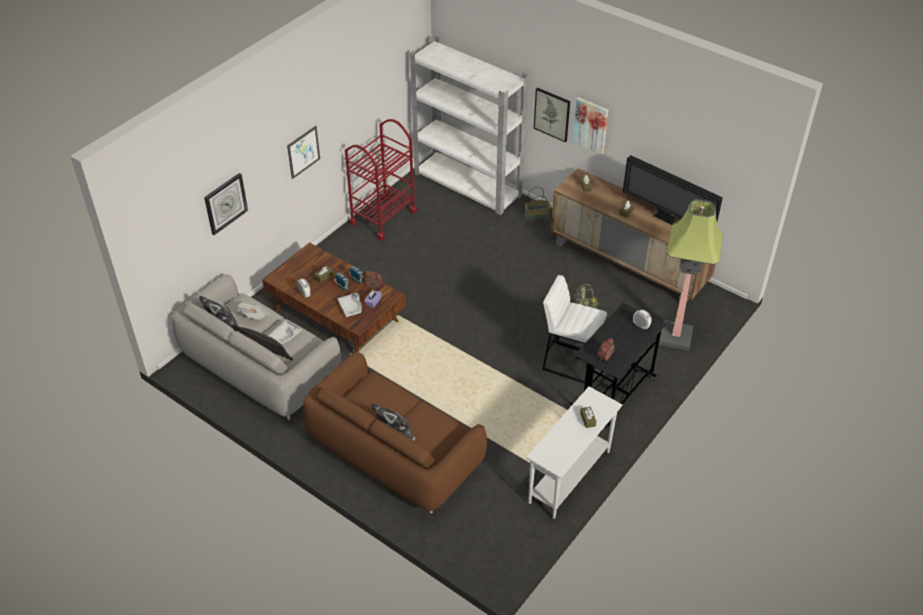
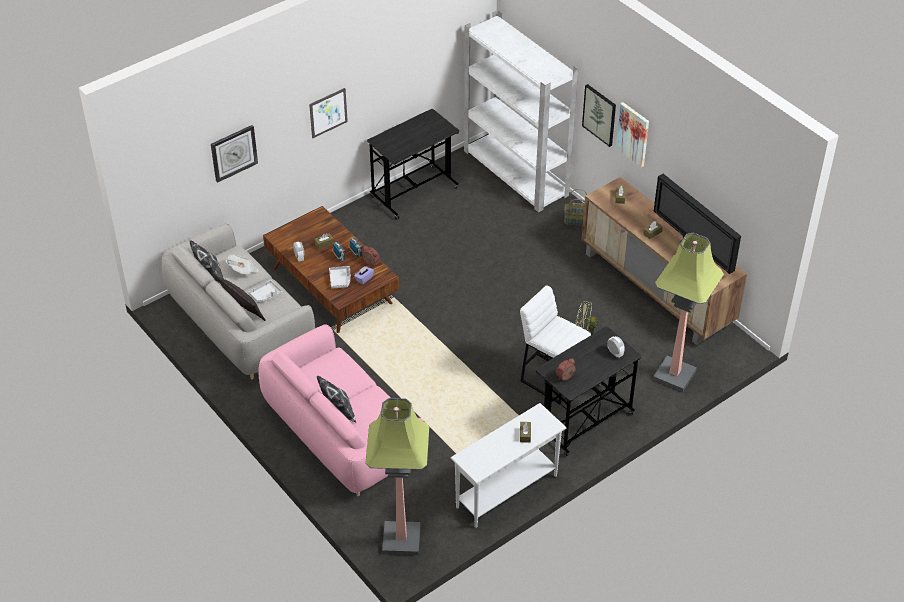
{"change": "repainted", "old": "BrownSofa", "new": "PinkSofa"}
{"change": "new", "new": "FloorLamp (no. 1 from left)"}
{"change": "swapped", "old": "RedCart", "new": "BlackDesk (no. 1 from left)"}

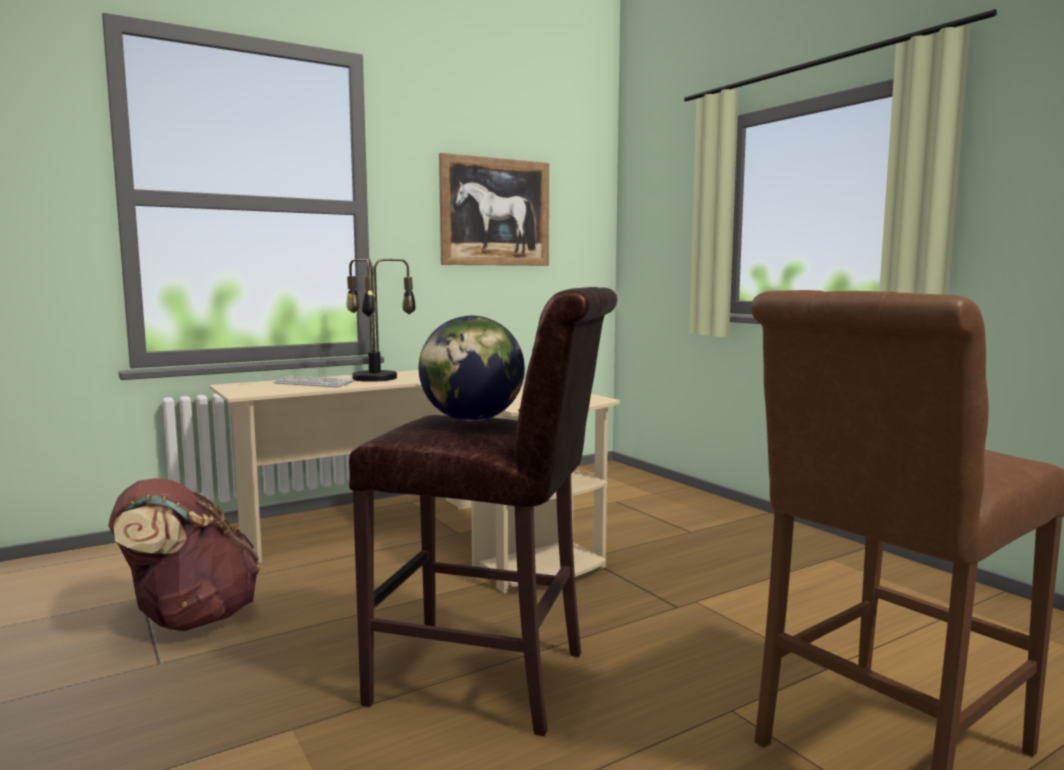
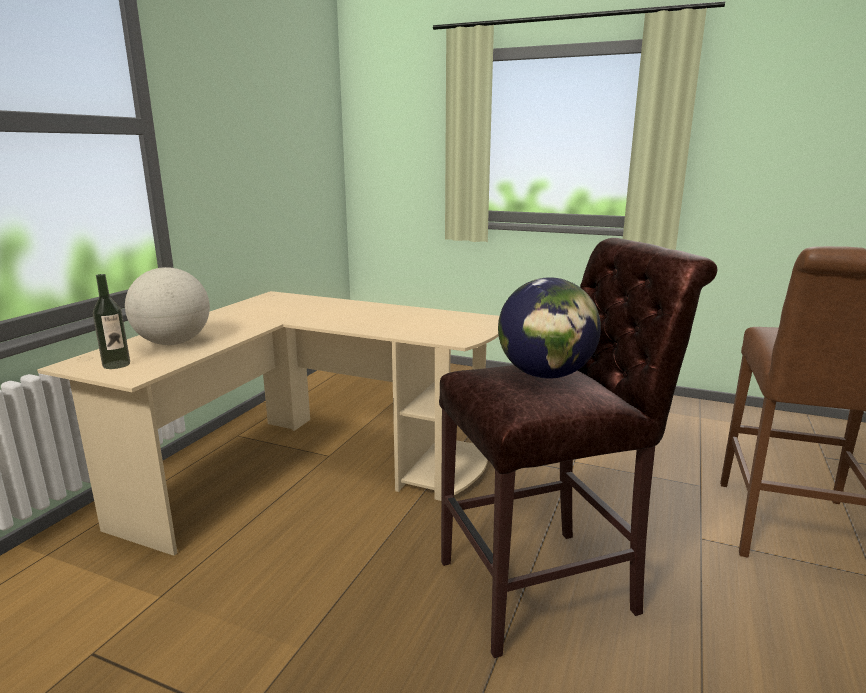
{"change": "new", "new": "Bottle"}
{"change": "swapped", "old": "Keyboard", "new": "Globe (no. 1 from left)"}
{"change": "gone", "old": "BrownBackpack"}
{"change": "gone", "old": "TableLamp"}
{"change": "gone", "old": "Picture"}

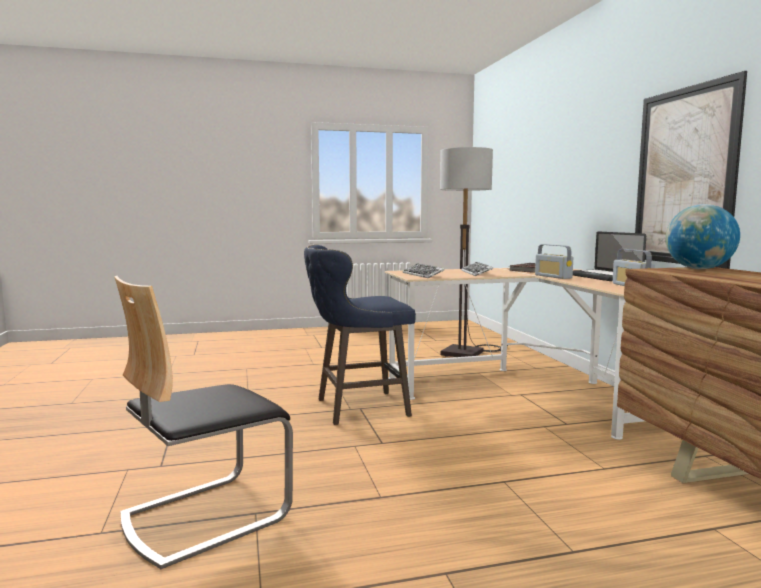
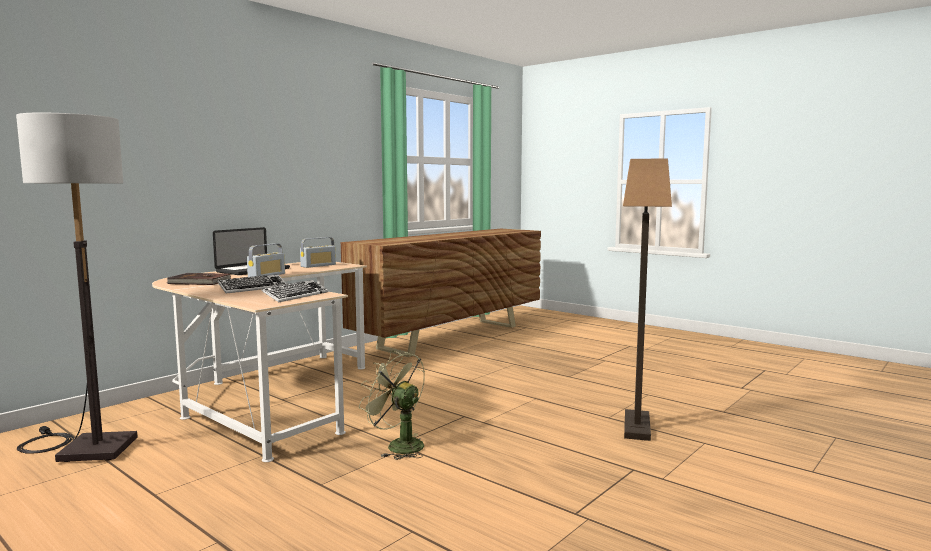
{"change": "swapped", "old": "BlueStool", "new": "GreenFan"}
{"change": "swapped", "old": "Chair", "new": "FloorLamp (no. 2 from left)"}
{"change": "gone", "old": "Picture"}
{"change": "gone", "old": "Globe"}

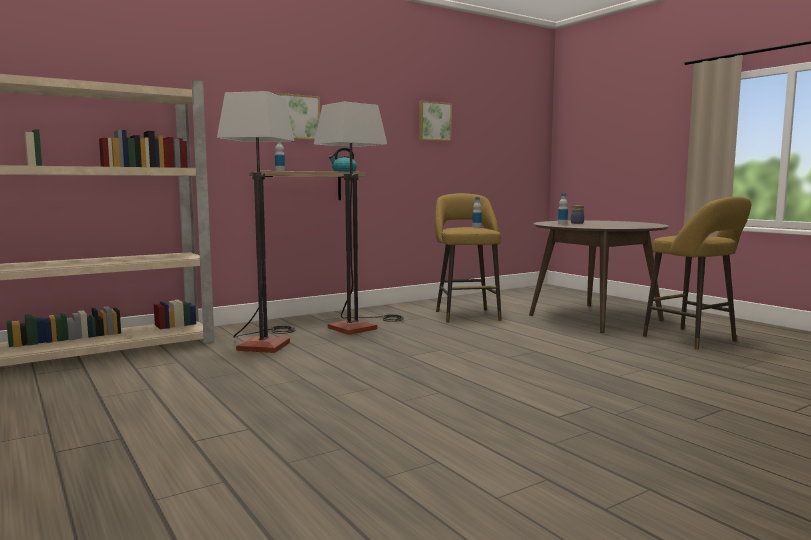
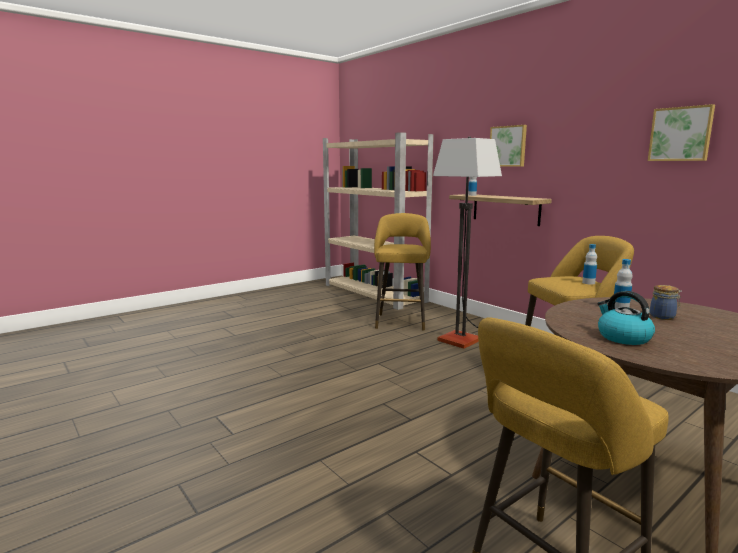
{"change": "swapped", "old": "FloorLamp (no. 1 from left)", "new": "YellowStool (no. 1 from left)"}
{"change": "shifted", "old": "Kettle"}

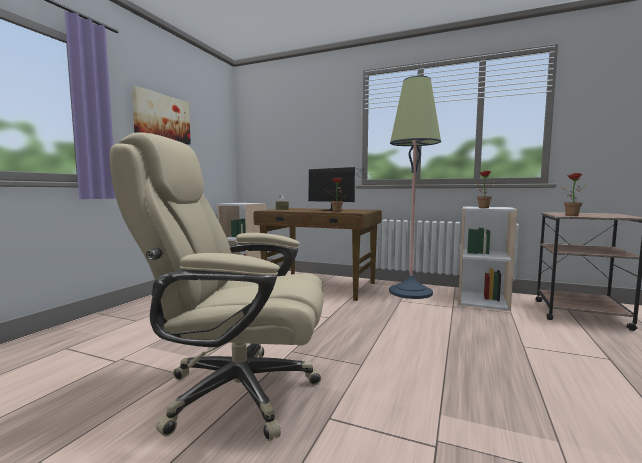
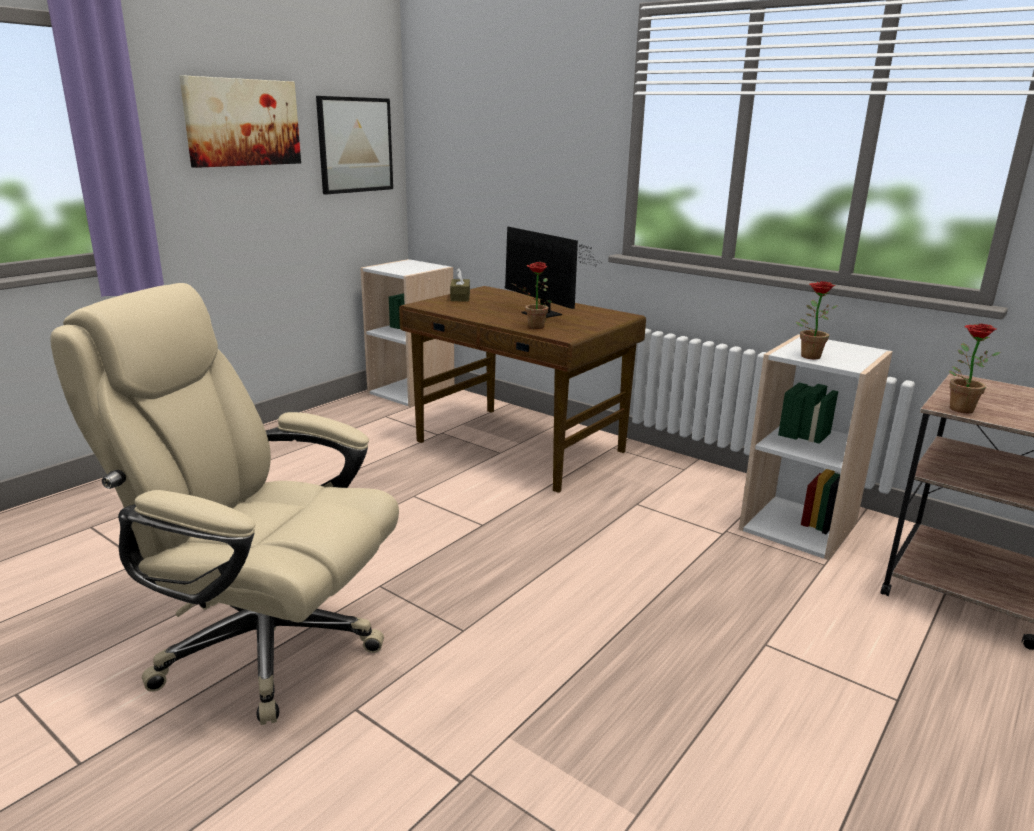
{"change": "new", "new": "Picture (no. 2 from left)"}
{"change": "gone", "old": "FloorLamp"}

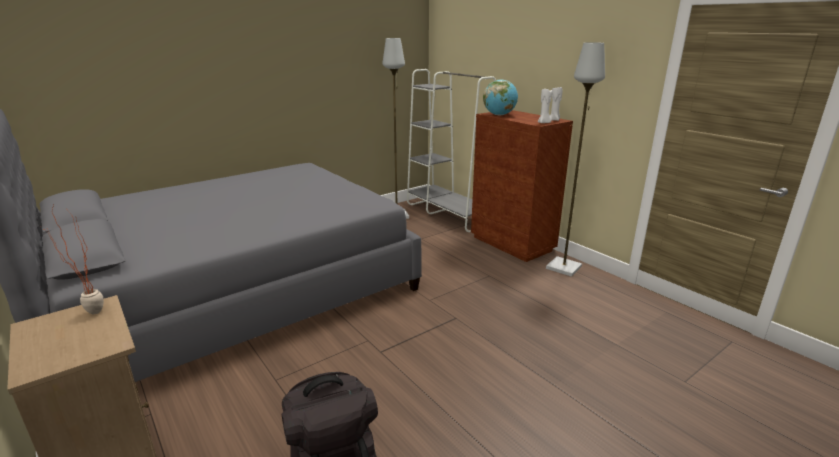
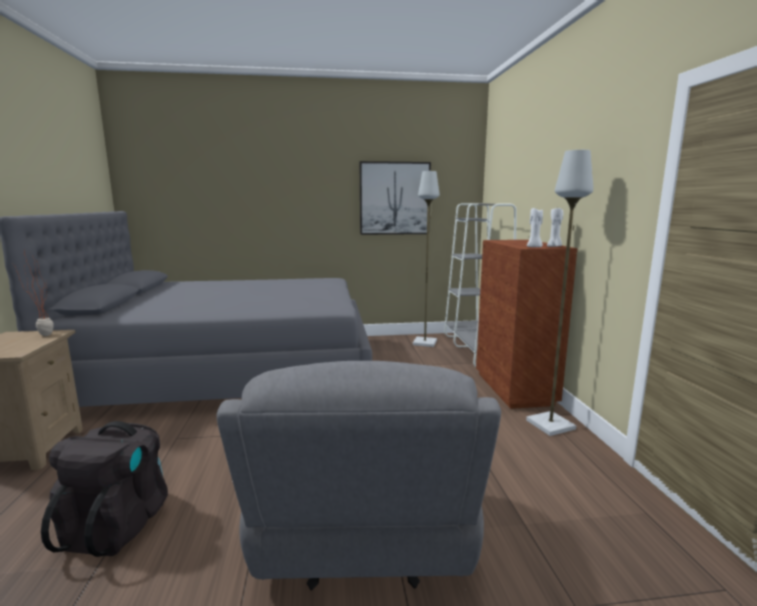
{"change": "new", "new": "GreyArmchair"}
{"change": "new", "new": "Picture"}
{"change": "gone", "old": "Globe"}

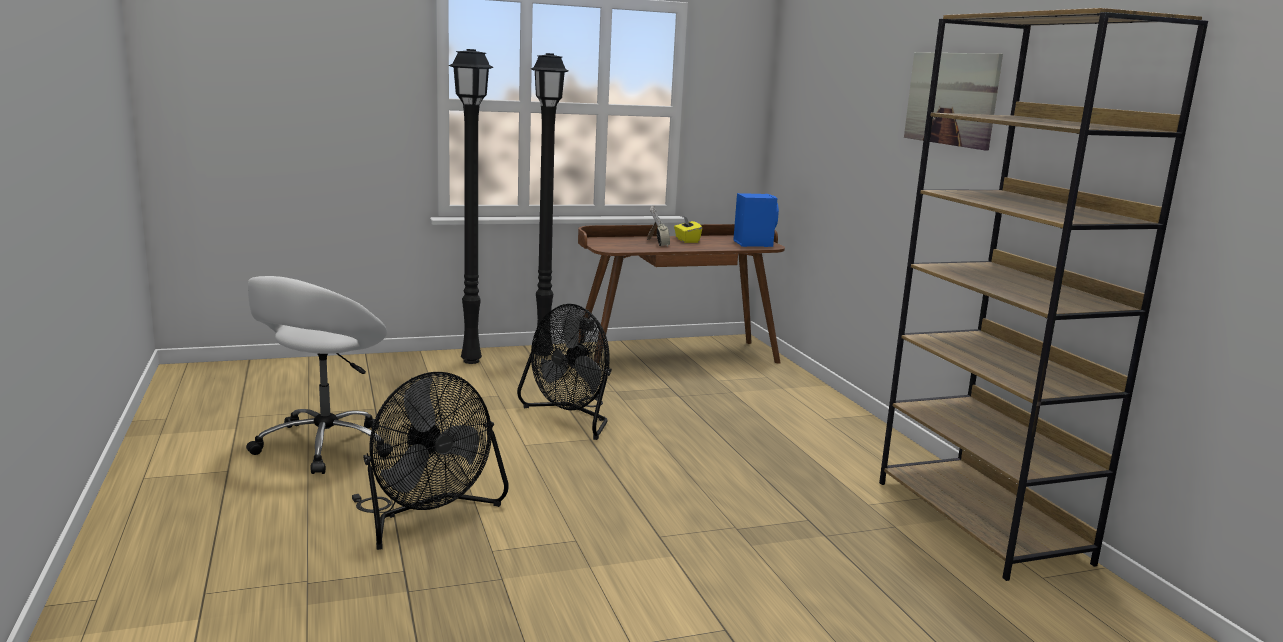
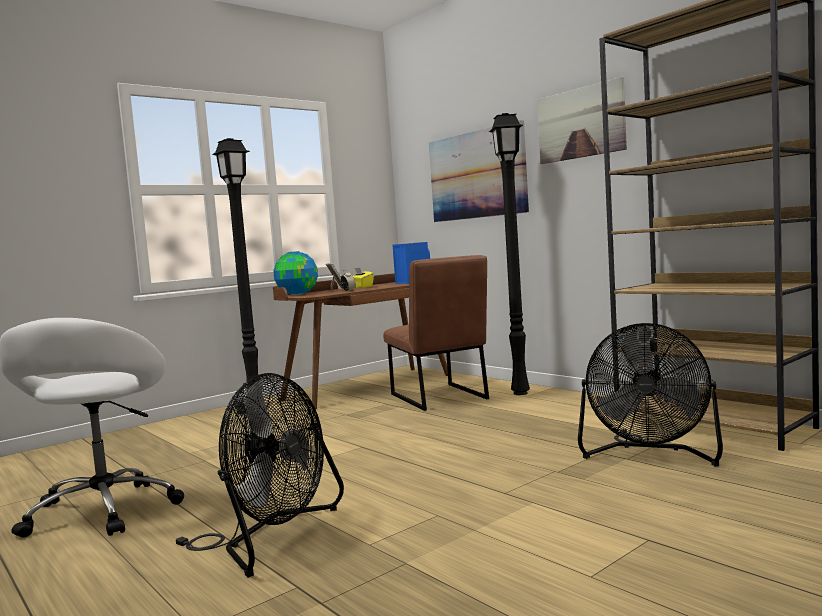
{"change": "new", "new": "Globe"}
{"change": "new", "new": "BrownChair"}
{"change": "new", "new": "Picture (no. 1 from left)"}
{"change": "shifted", "old": "BlackFloorLamp (no. 1 from left in the first image)", "new": "BlackFloorLamp (no. 2 from left)"}
{"change": "shifted", "old": "BlackFan (no. 2 from left)"}

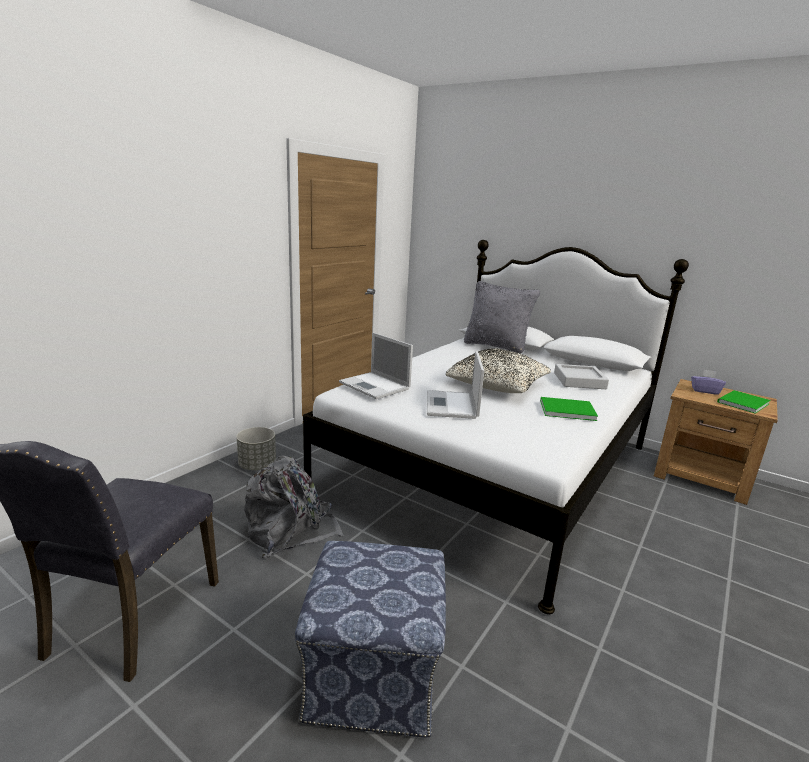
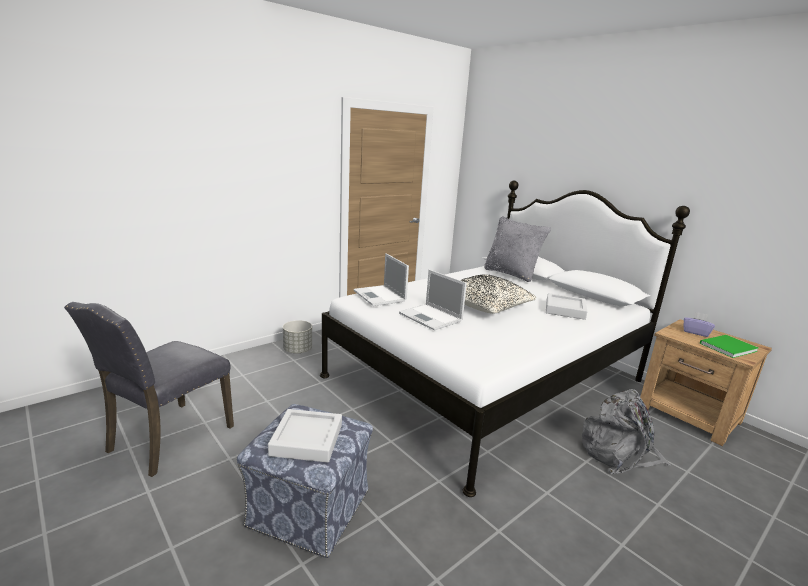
{"change": "new", "new": "GreyTray (no. 1 from left)"}
{"change": "rotated", "old": "Laptop (no. 2 from left)", "degrees": -60}
{"change": "shifted", "old": "GreyBackpack"}
{"change": "gone", "old": "GreenBook (no. 1 from left)"}

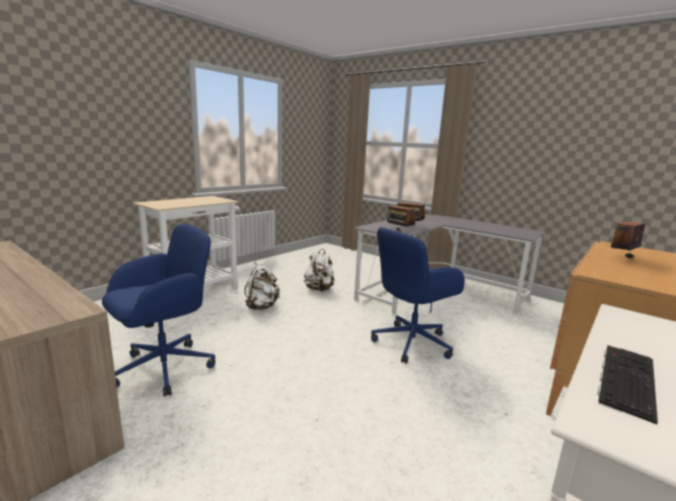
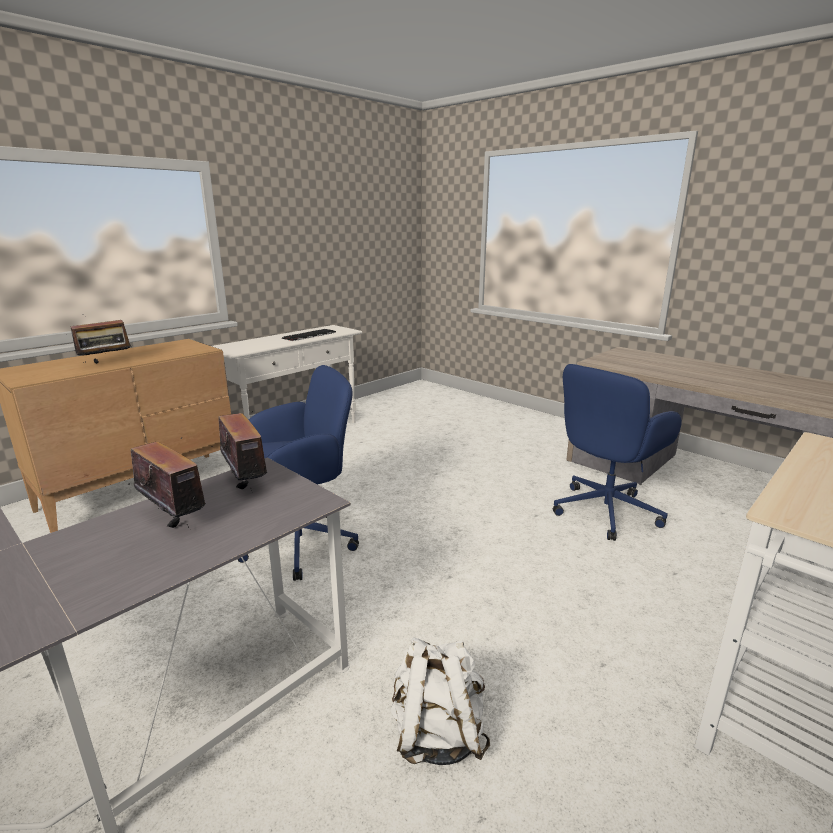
{"change": "gone", "old": "WhiteBackpack (no. 1 from left)"}

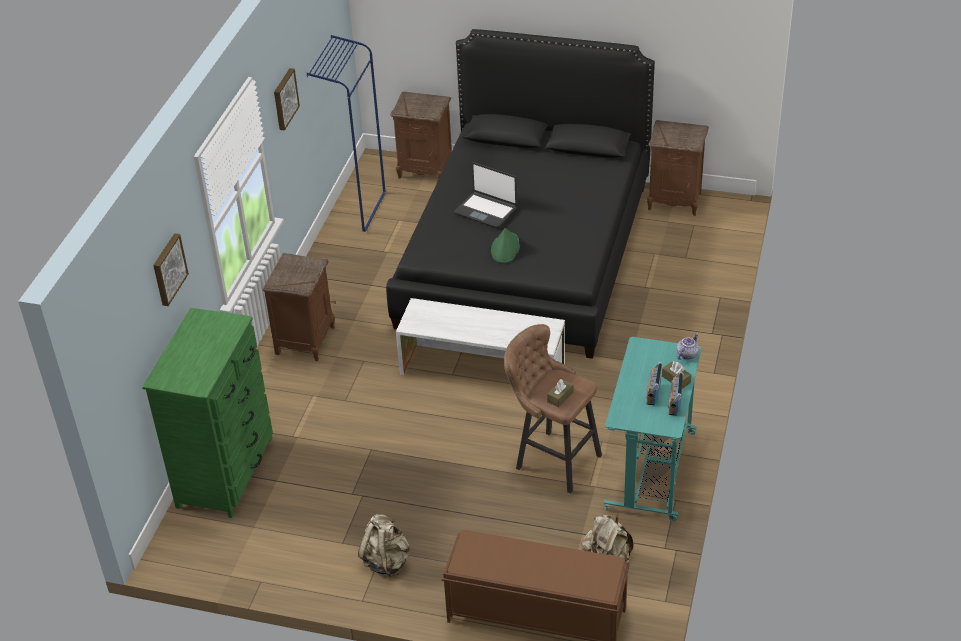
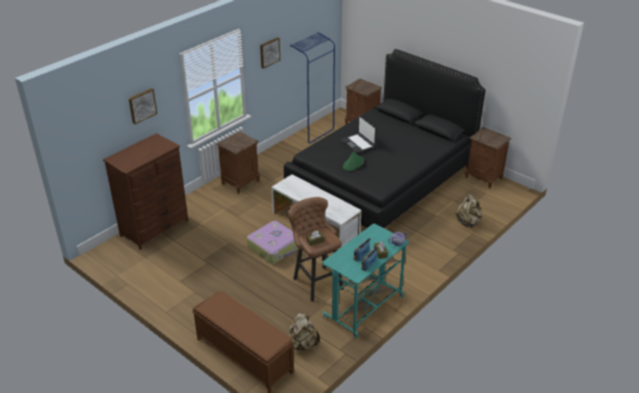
{"change": "repainted", "old": "GreenDresser", "new": "BrownDresser"}
{"change": "new", "new": "Suitcase"}
{"change": "shifted", "old": "BeigeBackpack (no. 1 from left in the first image)", "new": "BeigeBackpack (no. 2 from left)"}

